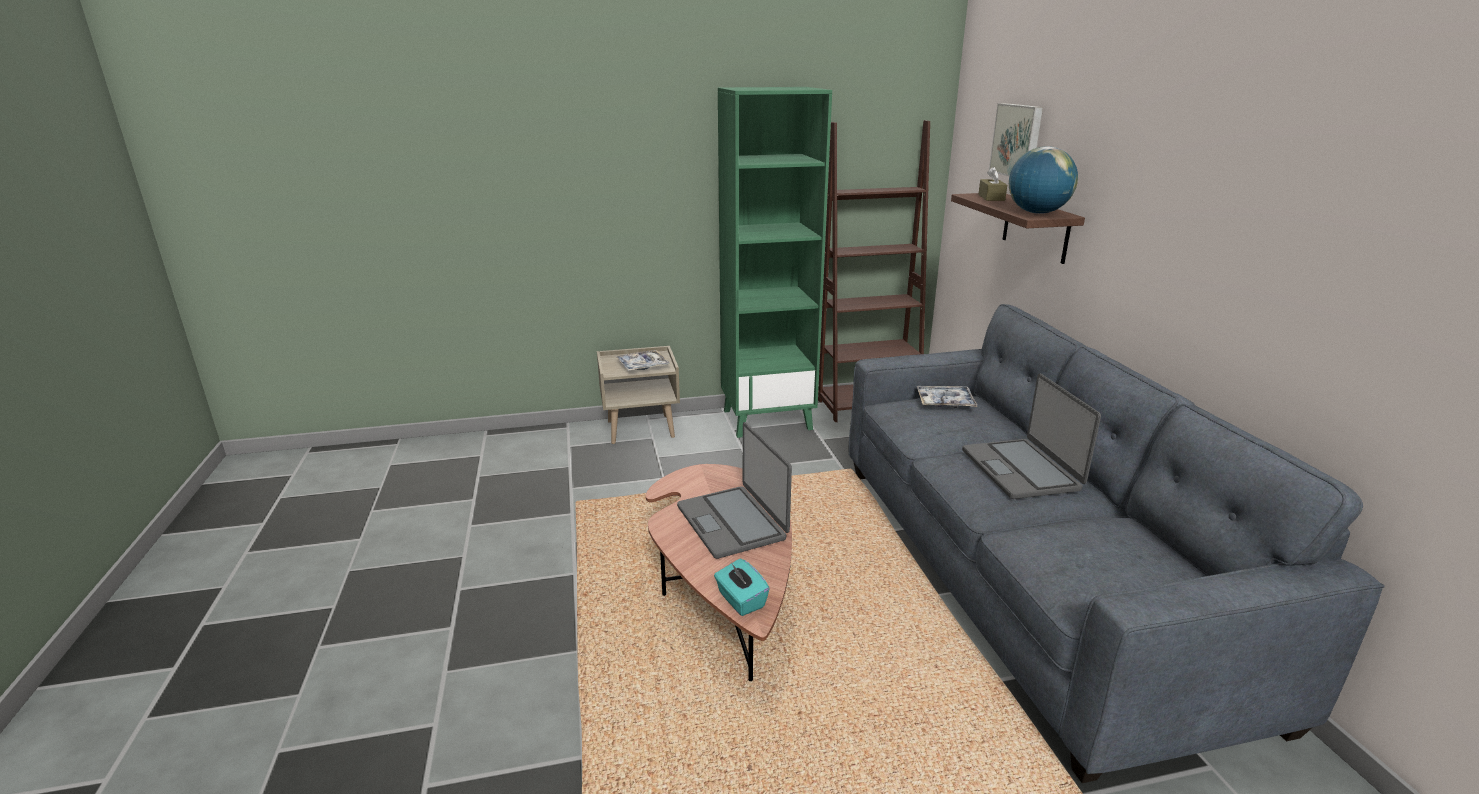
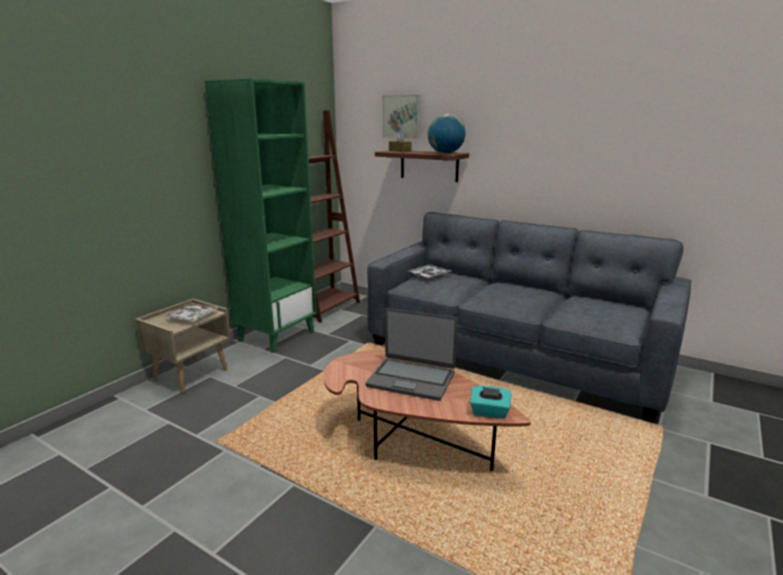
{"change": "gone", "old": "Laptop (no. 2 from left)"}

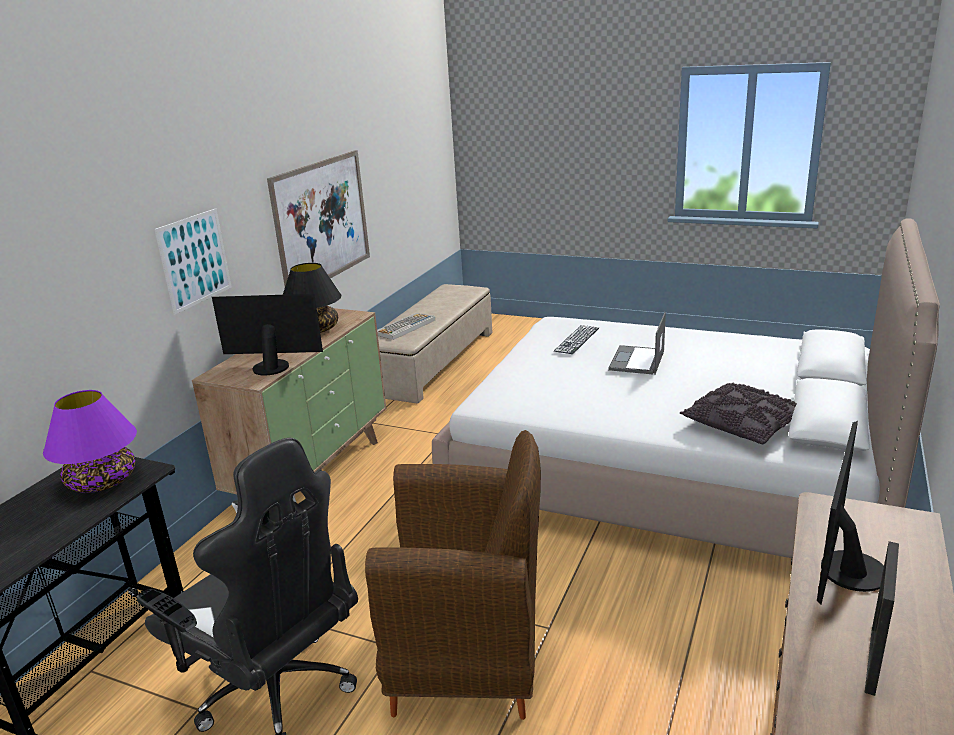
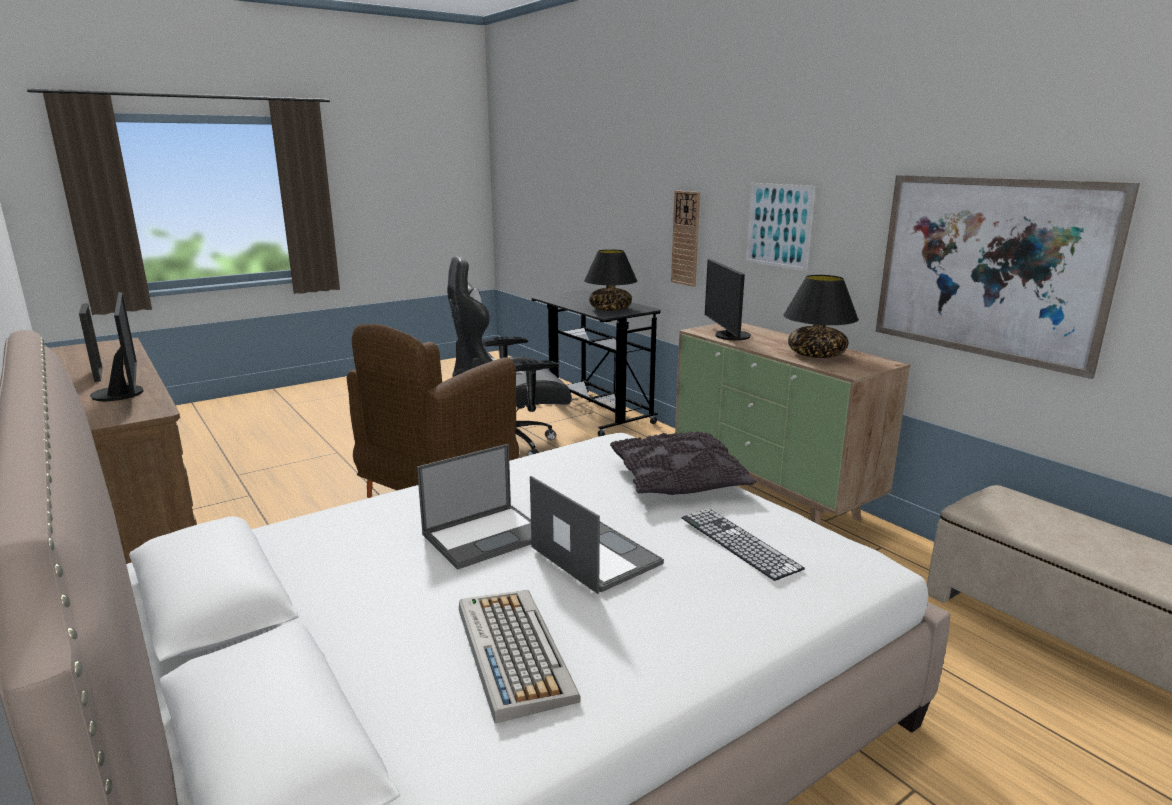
{"change": "new", "new": "Laptop (no. 1 from left)"}
{"change": "shifted", "old": "Keyboard (no. 1 from left)"}
{"change": "repainted", "old": "PurpleTableLamp", "new": "BlackTableLamp (no. 1 from left)"}
{"change": "shifted", "old": "BlackPillow"}
{"change": "new", "new": "WallClock"}
{"change": "rotated", "old": "Monitor (no. 1 from left in the first image)", "degrees": 135}

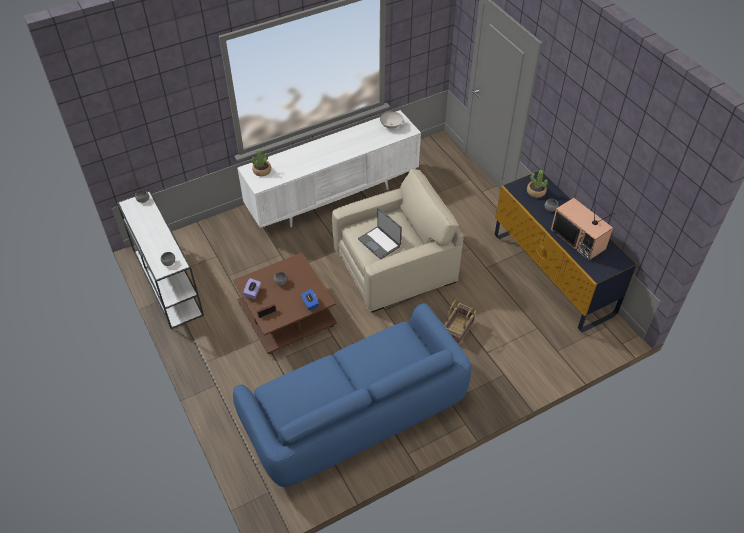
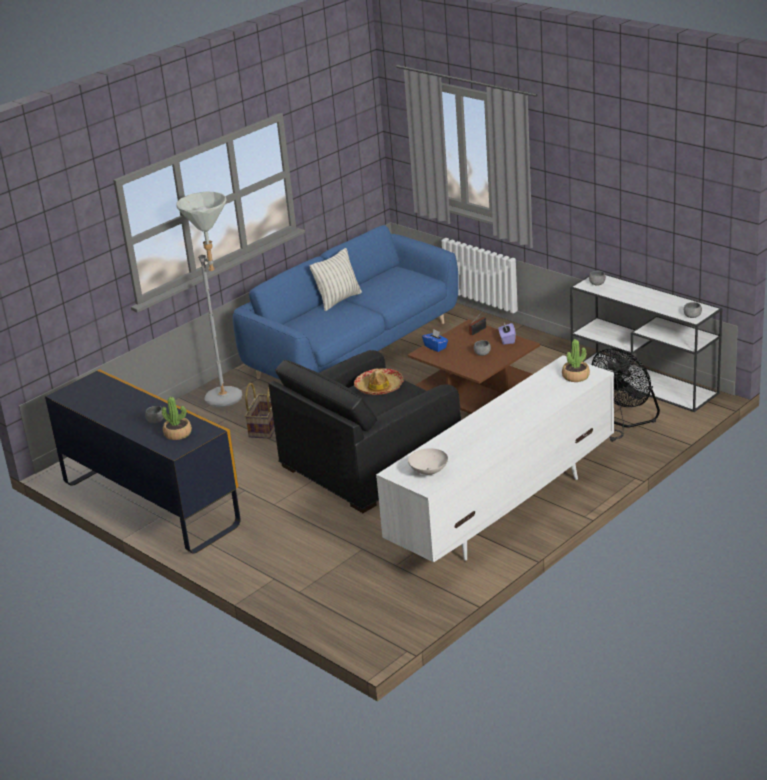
{"change": "new", "new": "GreyFloorLamp"}
{"change": "repainted", "old": "BeigeArmchair", "new": "BlackArmchair"}
{"change": "new", "new": "Pillow"}
{"change": "swapped", "old": "Laptop", "new": "Hat"}
{"change": "new", "new": "BlackFan"}
{"change": "gone", "old": "Television"}

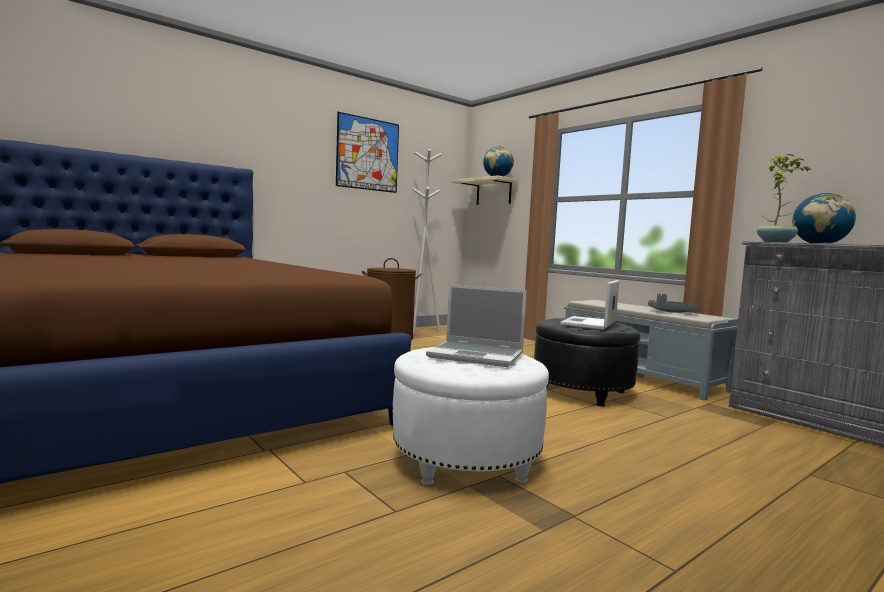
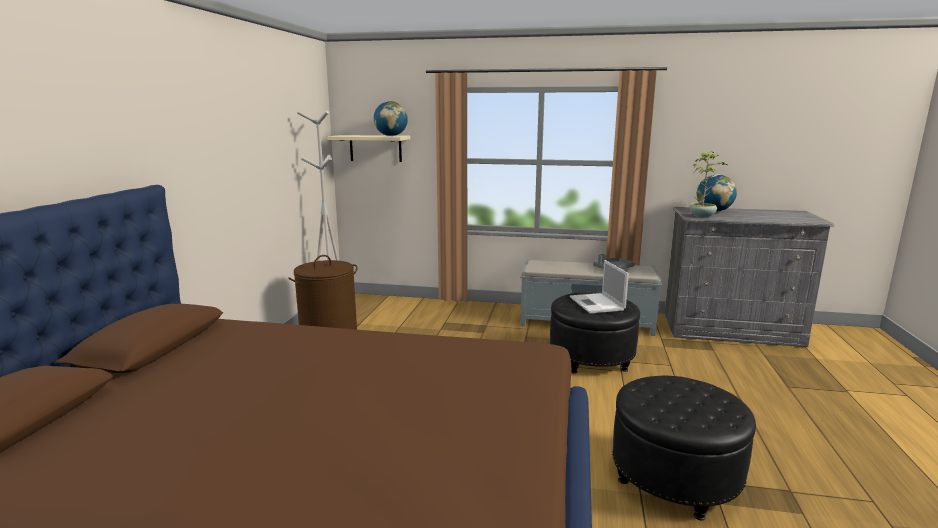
{"change": "repainted", "old": "WhiteOttoman", "new": "BlackOttoman (no. 2 from left)"}
{"change": "gone", "old": "Picture"}
{"change": "gone", "old": "Laptop (no. 1 from left)"}

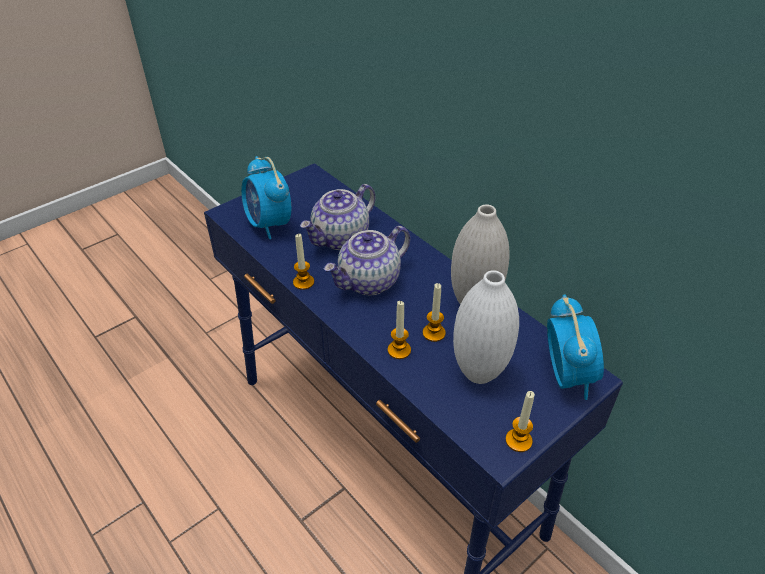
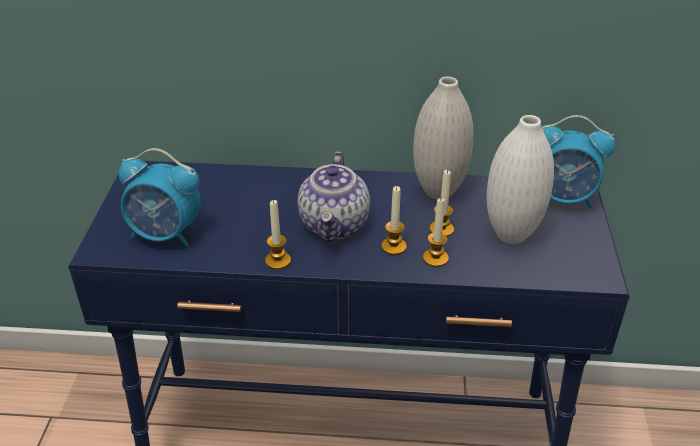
{"change": "shifted", "old": "Candle (no. 4 from left in the first image)", "new": "Candle (no. 2 from left)"}
{"change": "rotated", "old": "AlarmClock (no. 2 from left)", "degrees": 150}
{"change": "gone", "old": "Teapot (no. 1 from left)"}

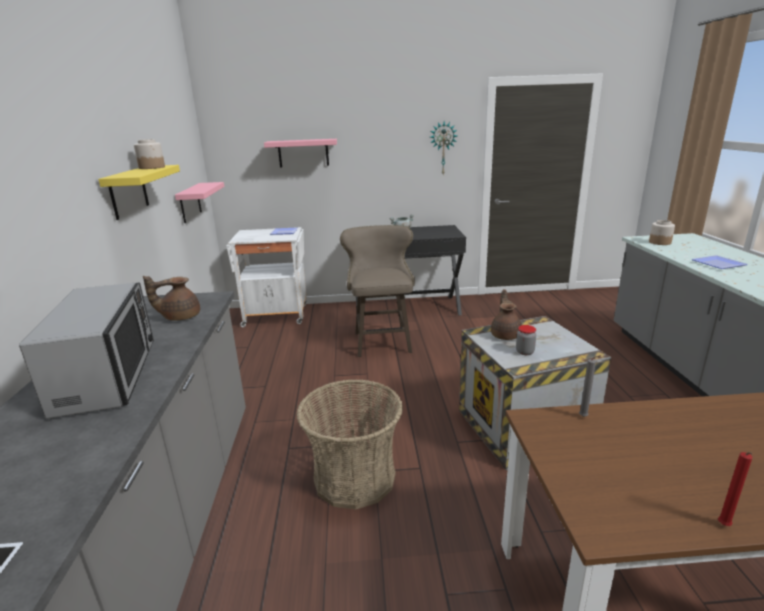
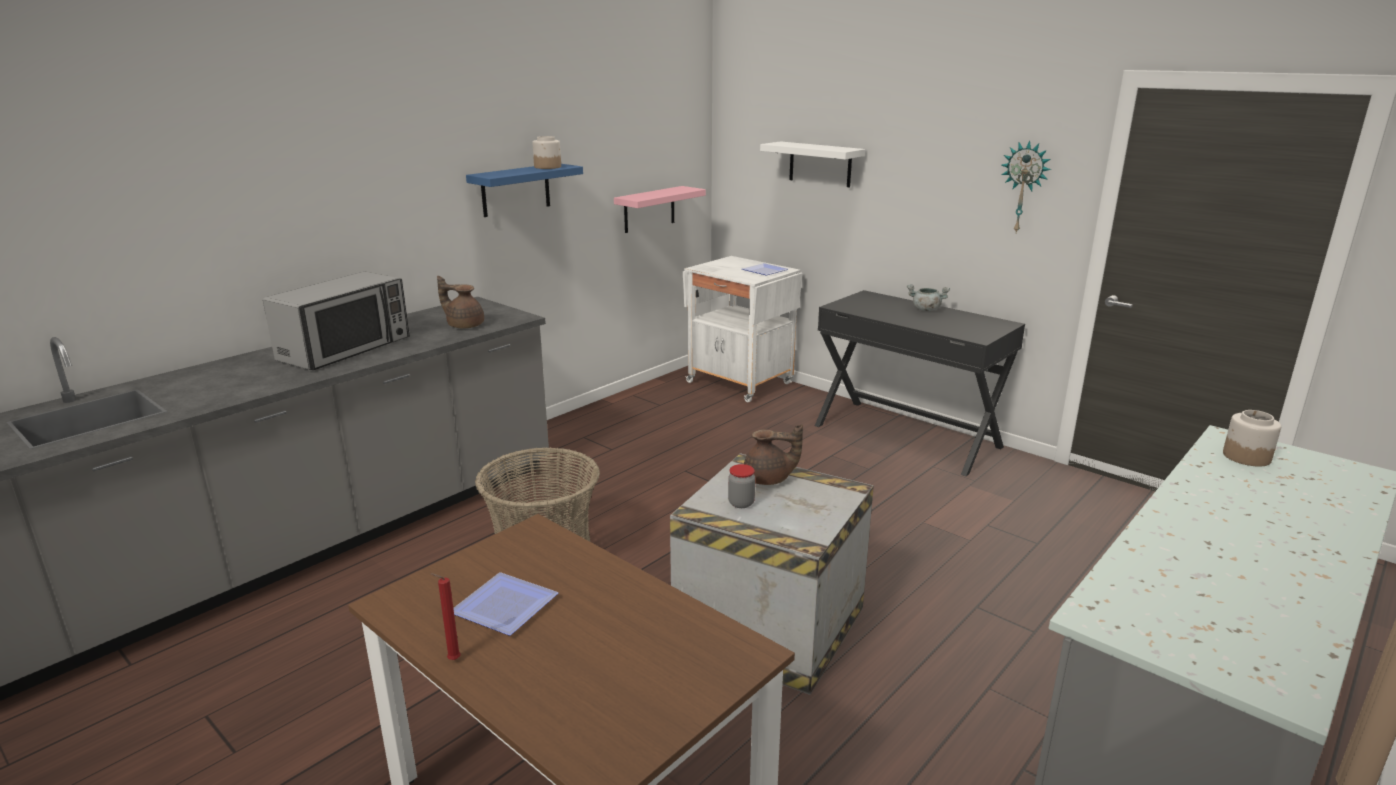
{"change": "shifted", "old": "Plate (no. 2 from left in the first image)", "new": "Plate (no. 1 from left)"}
{"change": "repainted", "old": "YellowShelf", "new": "BlueShelf"}
{"change": "rotated", "old": "BrownTeapot (no. 2 from left)", "degrees": 45}
{"change": "repainted", "old": "PinkShelf (no. 2 from left)", "new": "WhiteShelf"}
{"change": "gone", "old": "BeigeStool"}
{"change": "gone", "old": "GreyCandle"}

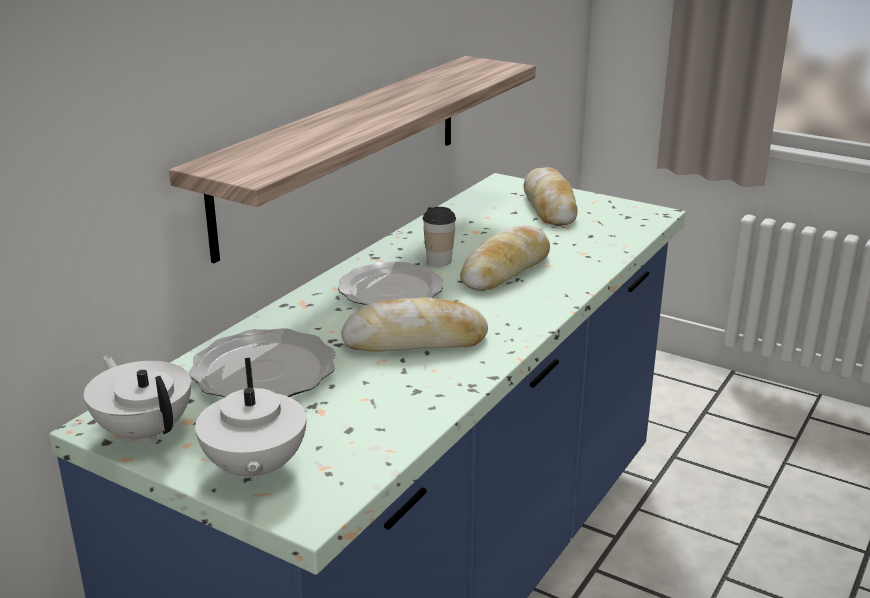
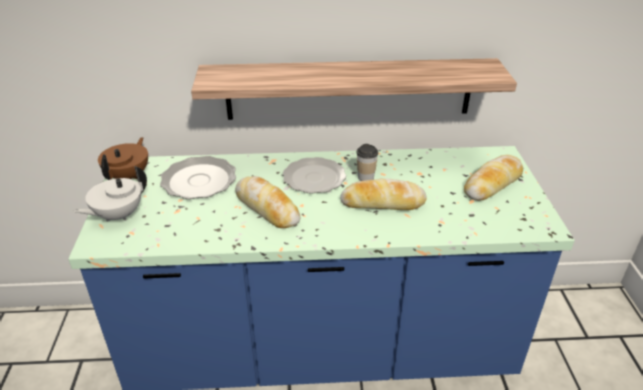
{"change": "repainted", "old": "WhiteTeapot (no. 1 from left)", "new": "BrownTeapot"}

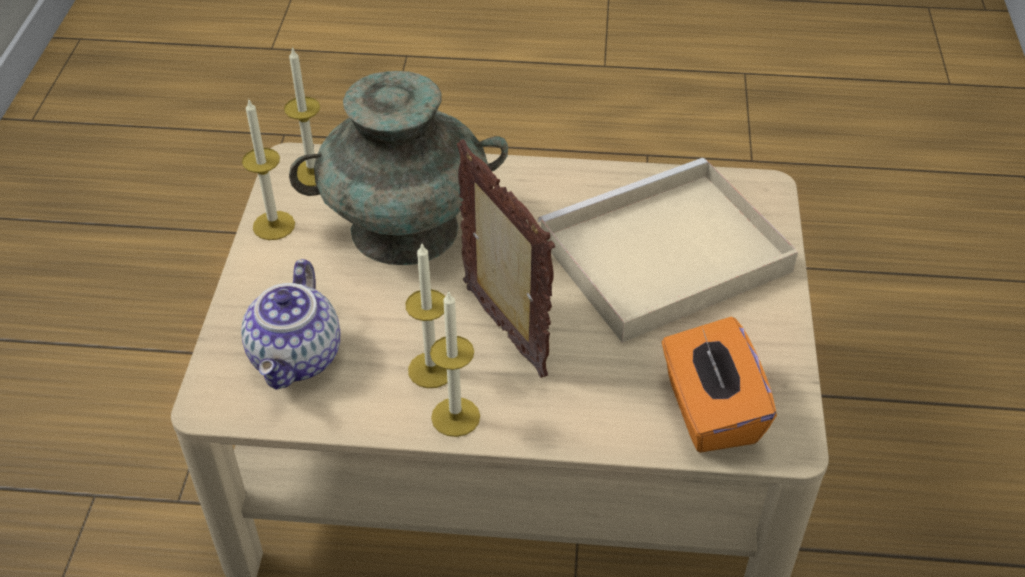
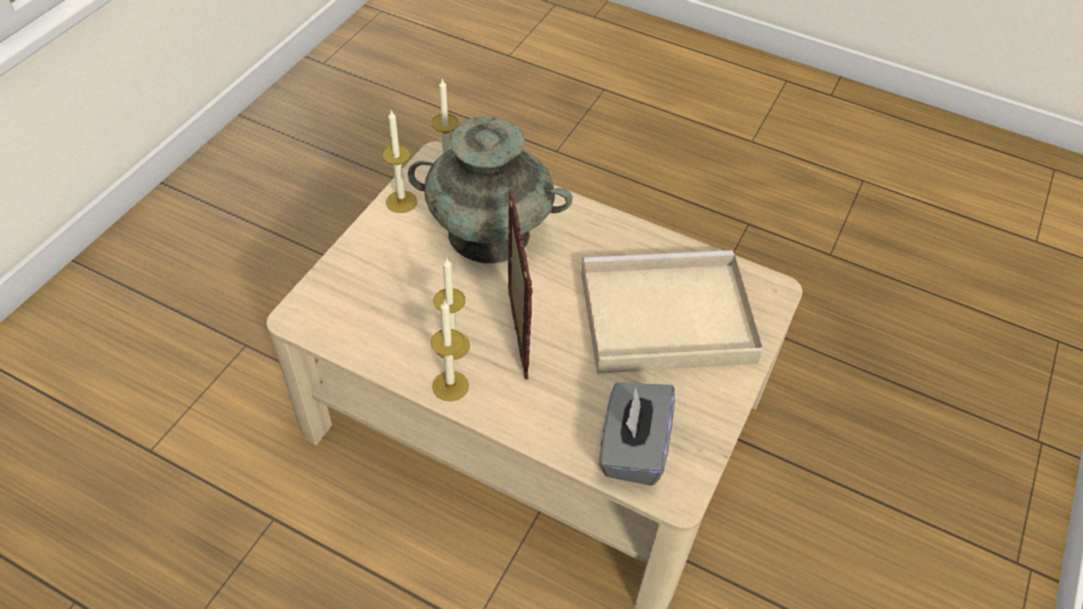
{"change": "repainted", "old": "OrangeTissueBox", "new": "GreyTissueBox"}
{"change": "gone", "old": "Teapot"}

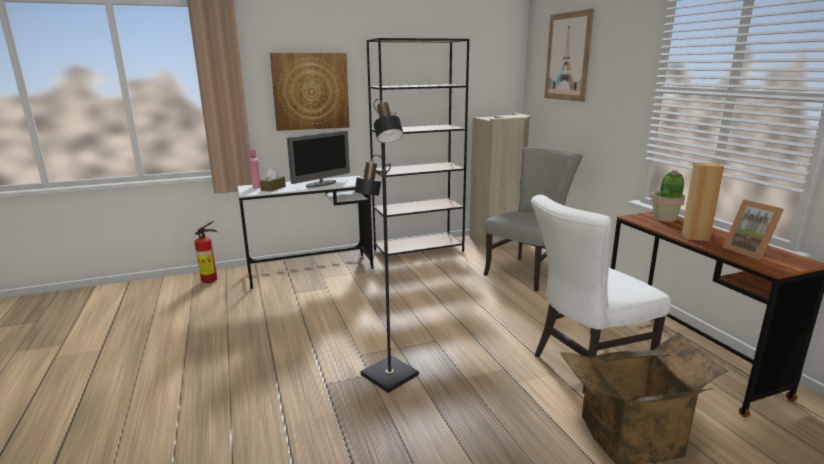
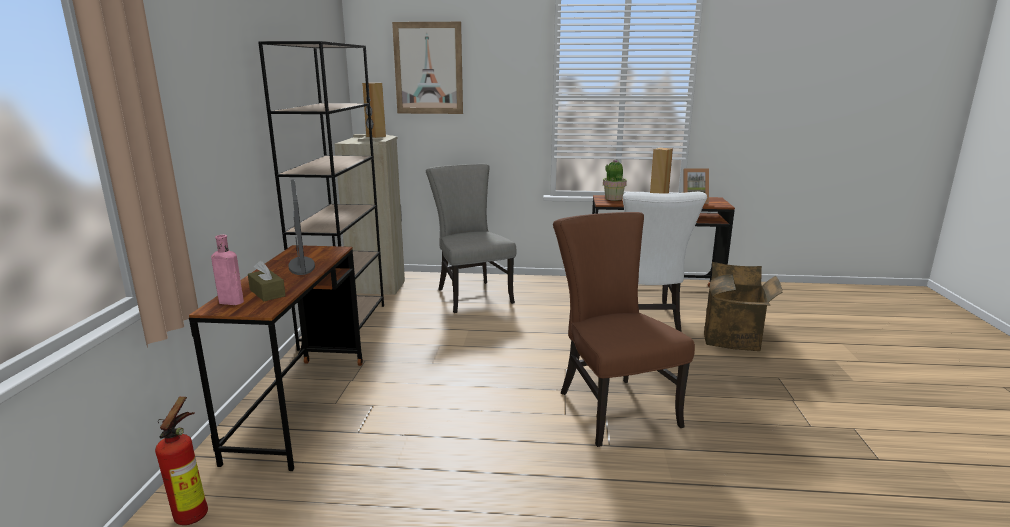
{"change": "repainted", "old": "WhiteDesk", "new": "BrownDesk (no. 1 from left)"}
{"change": "new", "new": "BrownSpeaker (no. 1 from left)"}
{"change": "swapped", "old": "BlackFloorLamp", "new": "BrownChair"}
{"change": "gone", "old": "Picture (no. 1 from left)"}

